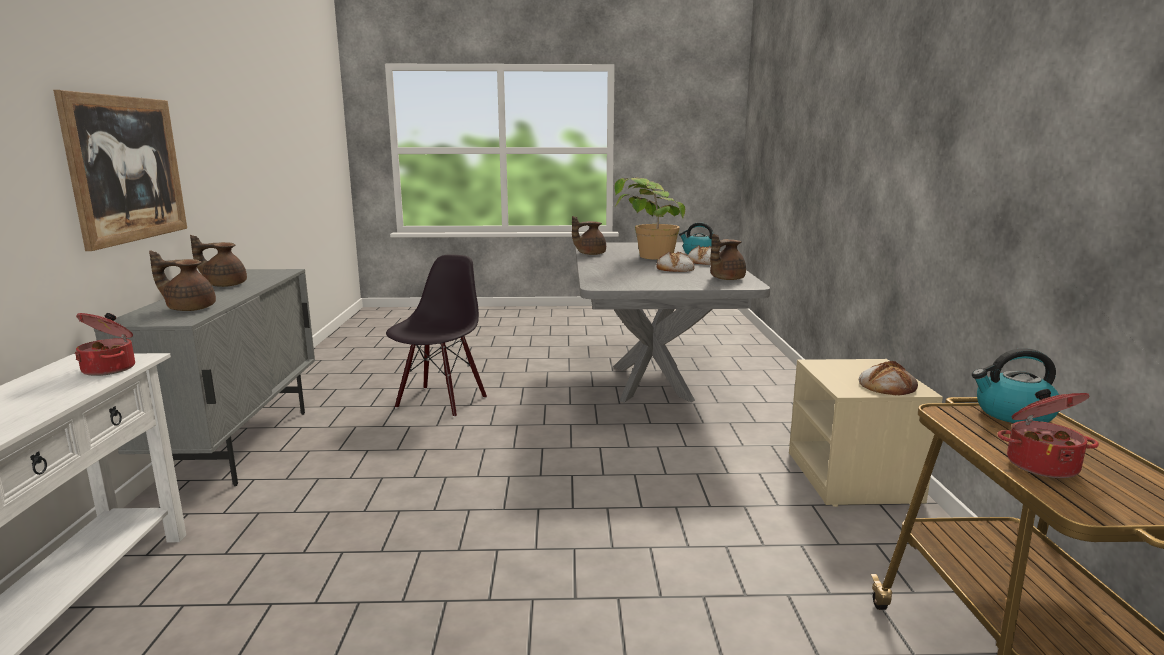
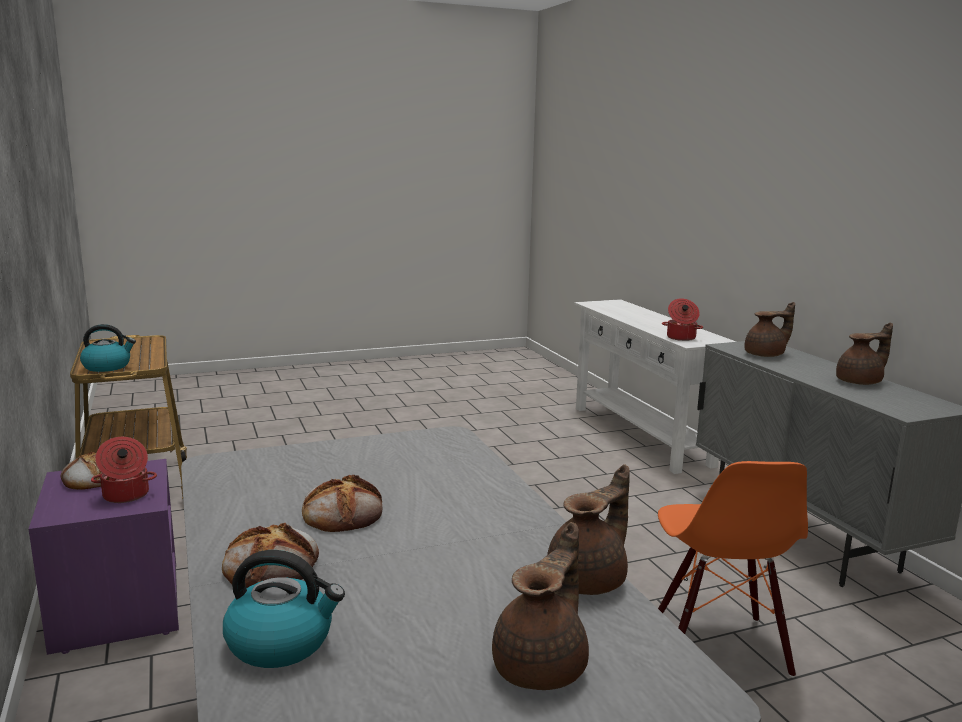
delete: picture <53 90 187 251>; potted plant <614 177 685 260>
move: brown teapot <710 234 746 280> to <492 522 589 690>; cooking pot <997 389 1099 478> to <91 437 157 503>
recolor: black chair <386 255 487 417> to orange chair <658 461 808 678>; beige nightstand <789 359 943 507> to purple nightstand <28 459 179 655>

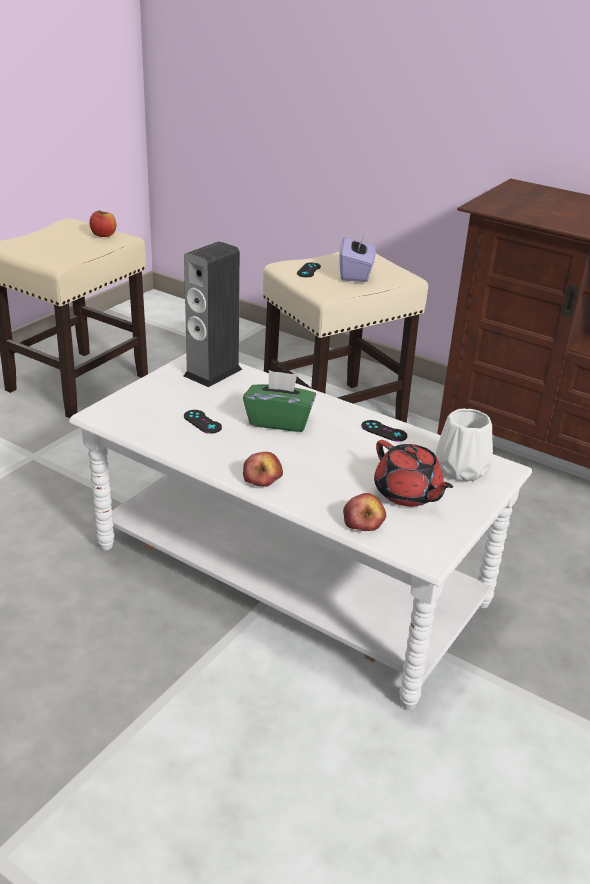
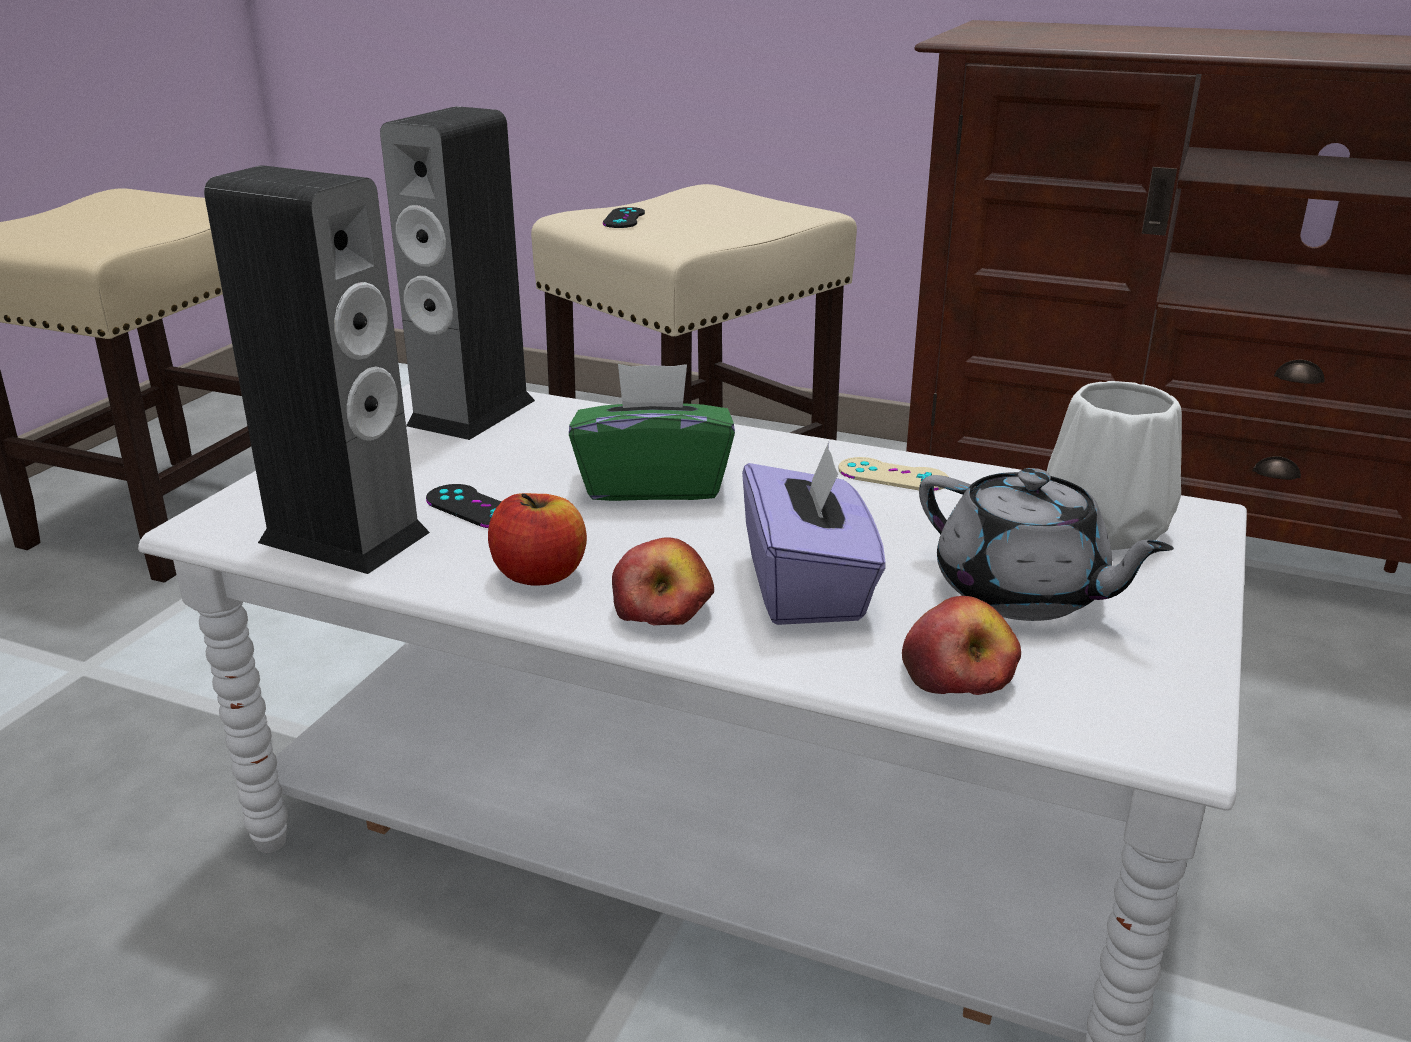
insert: speaker <204 165 430 574>
move: apple <89 210 116 237> to <488 493 587 586>; purple tissue box <340 232 376 282> to <742 442 886 625>
recolor: black game controller <362 420 407 442> to beige game controller <838 457 949 491>; red teapot <374 440 453 507> to grey teapot <919 468 1174 621>

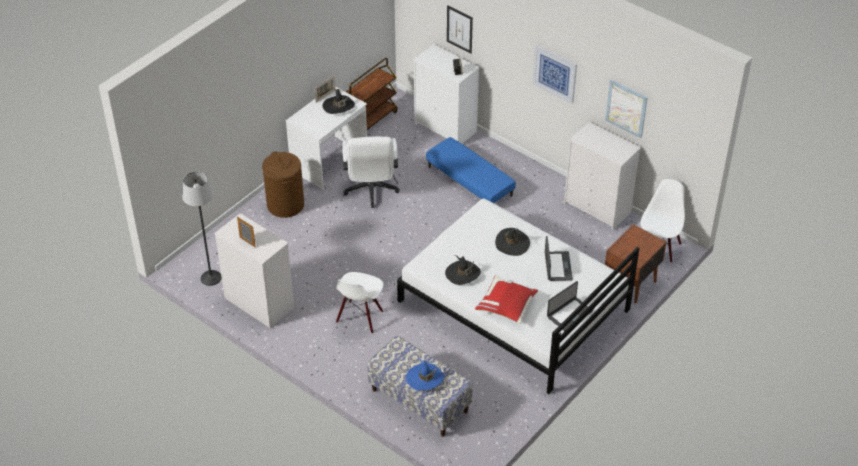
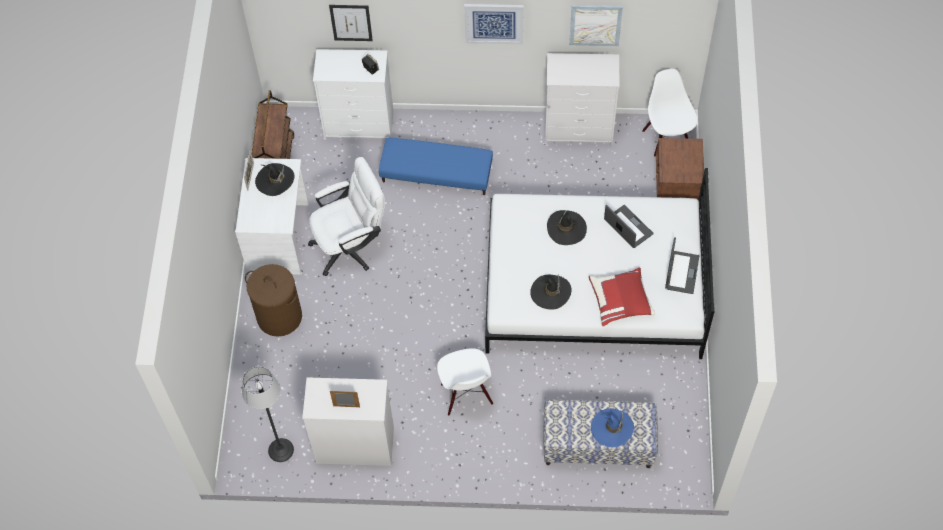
rotate: white office chair <342 137 400 208> = <308 157 385 276> 75 degrees counterclockwise

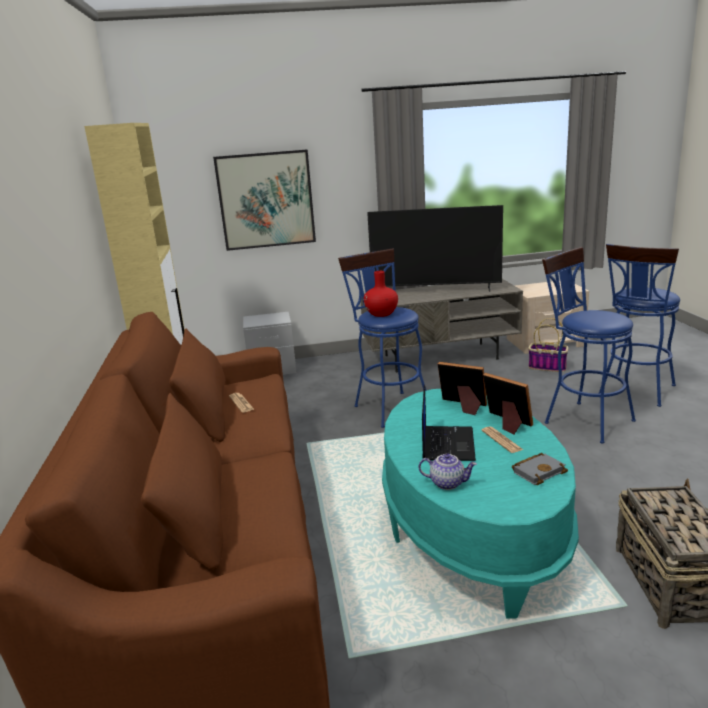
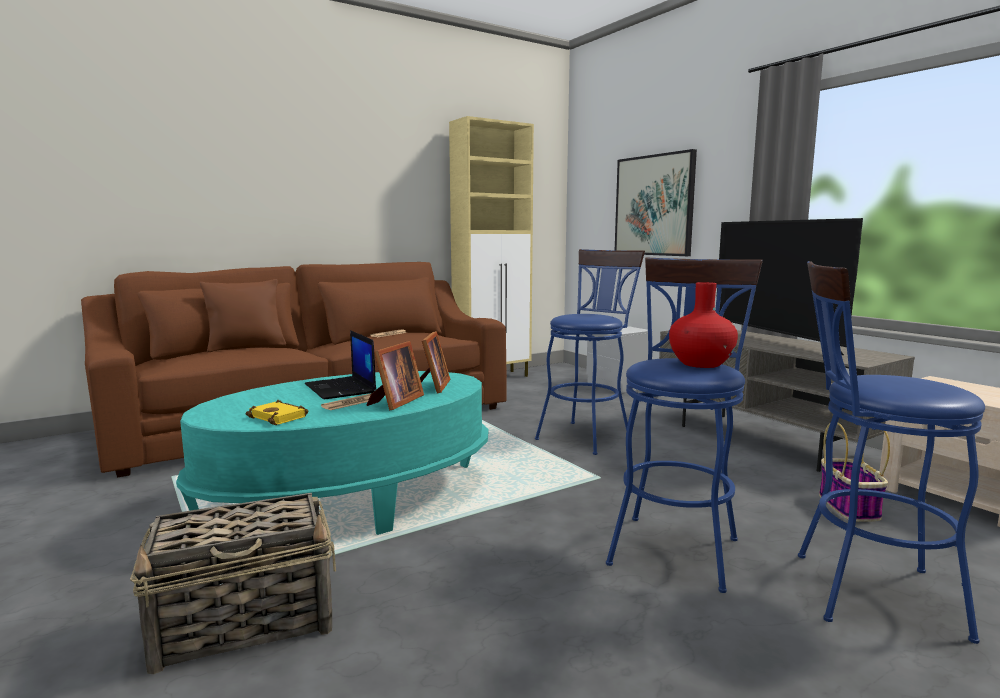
delete: teapot <419 453 477 490>
insert: brown pillow <200 279 286 352>
move: red vase <363 271 398 317> to <669 282 738 368>
recolor: grey book <512 453 568 485> to yellow book <246 400 308 425>
rotate: laptop <422 385 476 461> = <305 330 376 399> 75 degrees clockwise

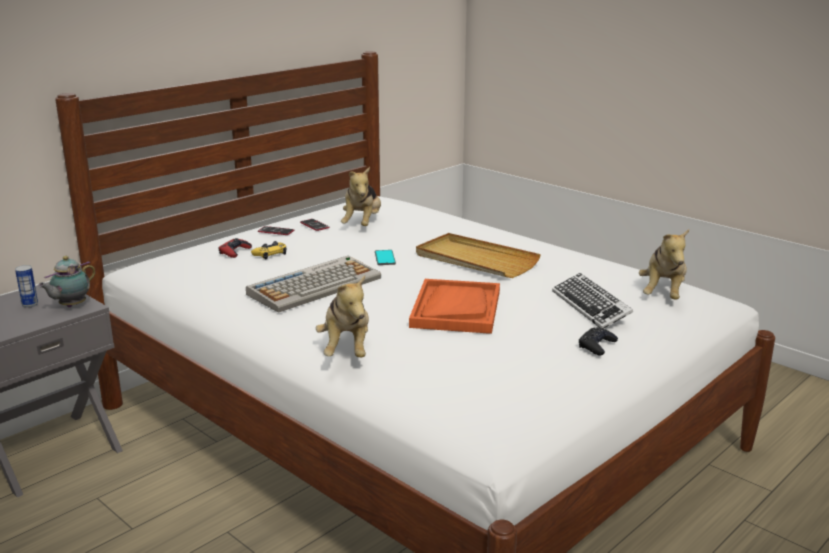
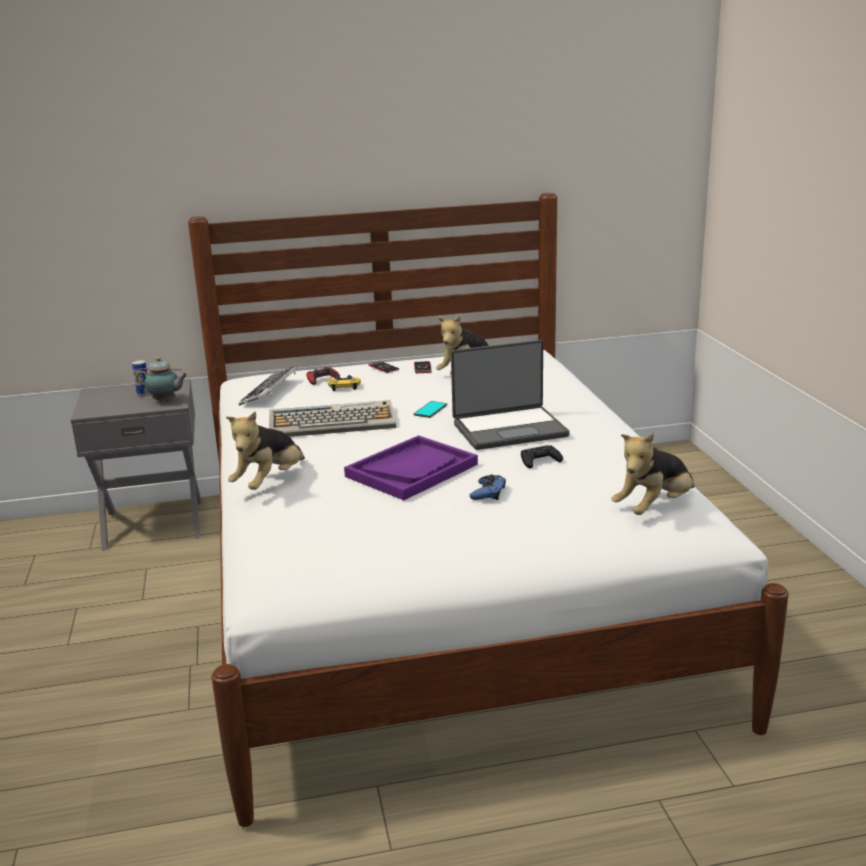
insert: blue game controller <470 474 506 500>
move: keyboard <552 273 633 329> to <239 366 297 406>; black game controller <579 327 618 356> to <521 445 563 468>
replace: beige tray <416 233 541 278> to laptop <451 340 570 450>
recolor: orange tray <409 279 500 334> to purple tray <344 435 478 500>
rotate: teapot <38 256 96 307> = <136 357 188 402> 150 degrees counterclockwise

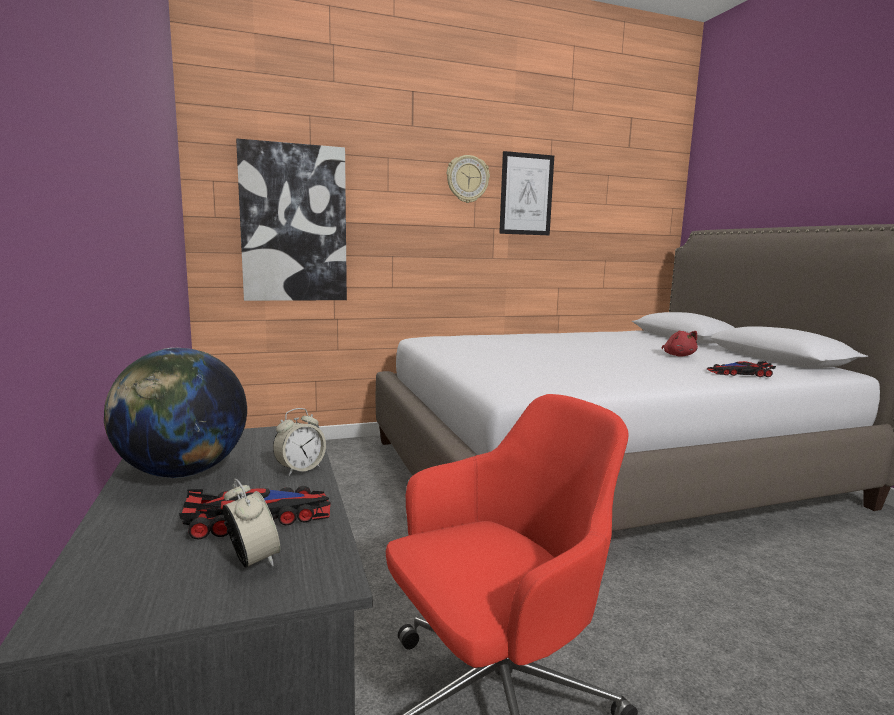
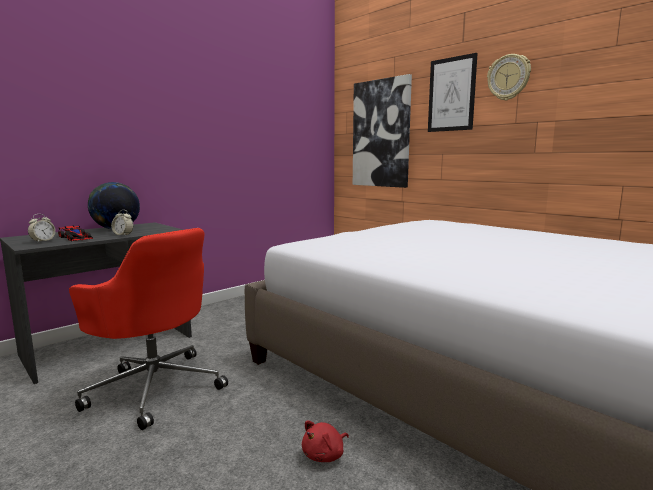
delete: toy car <707 361 776 377>
move: picture <499 151 554 235> to <428 53 478 132>; red plush toy <661 330 698 357> to <302 421 349 462>

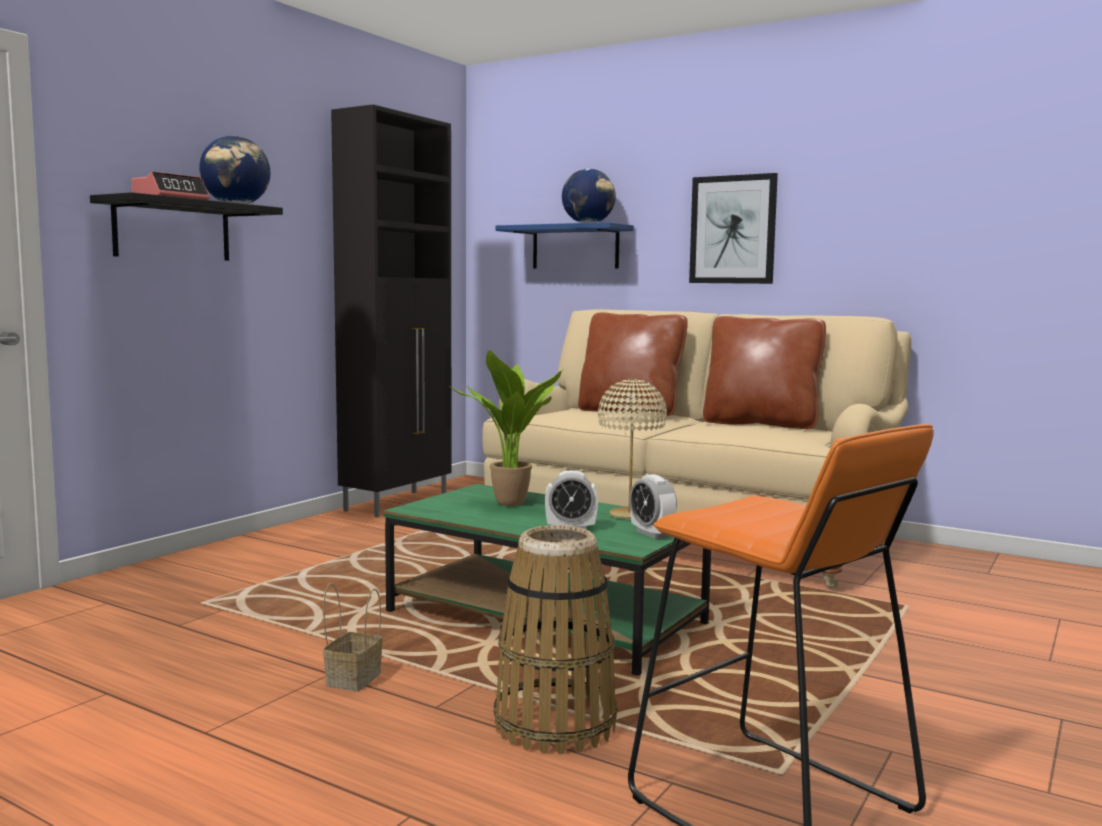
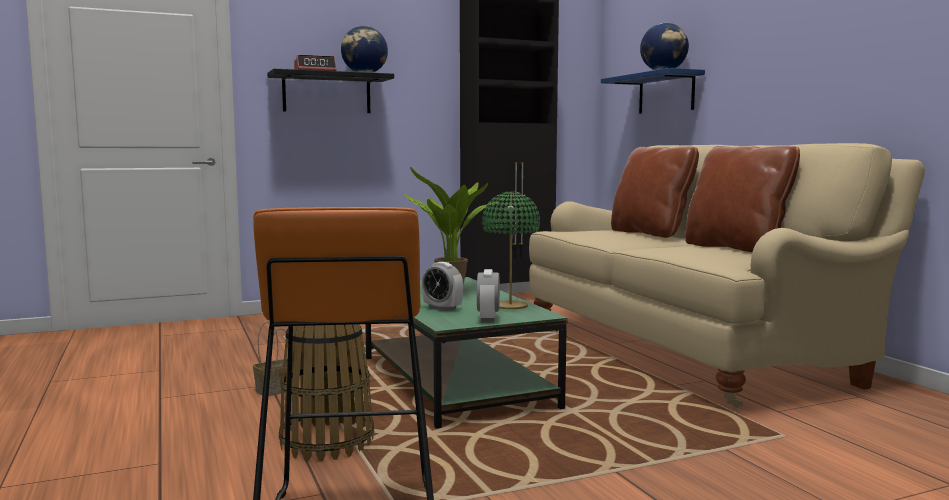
delete: picture <689 173 778 284>
recolor: beige table lamp <598 379 667 519> to green table lamp <482 192 540 309>

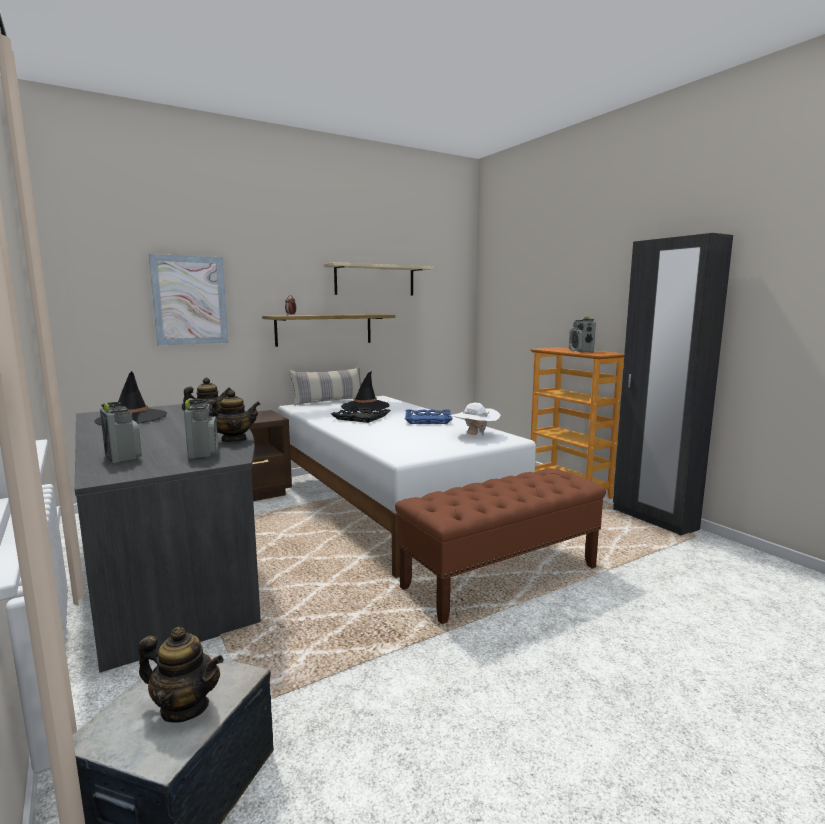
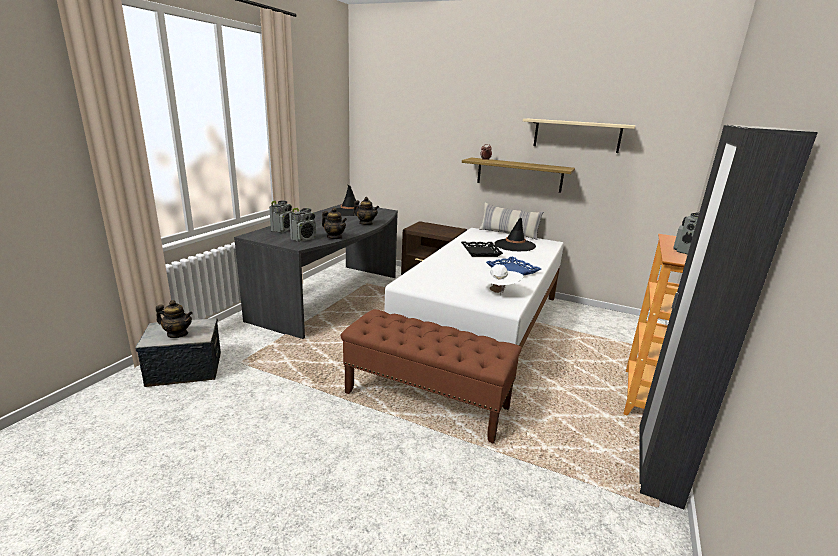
delete: picture <149 254 229 345>
rotate: teapot <138 627 224 723> = <156 300 193 338> 60 degrees counterclockwise

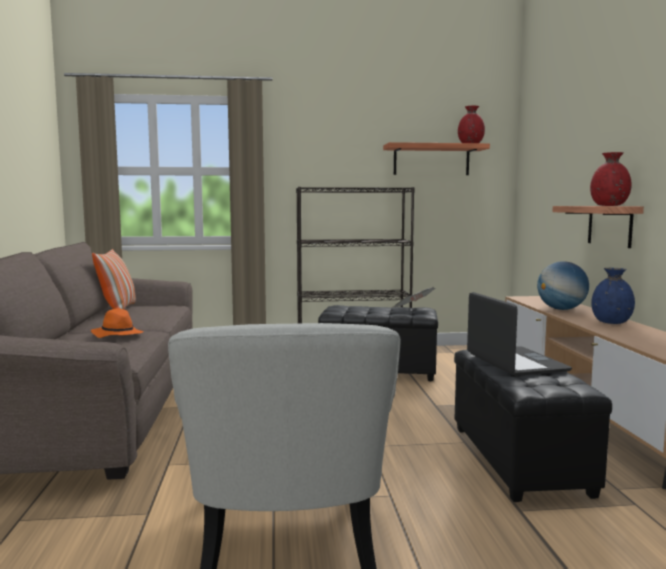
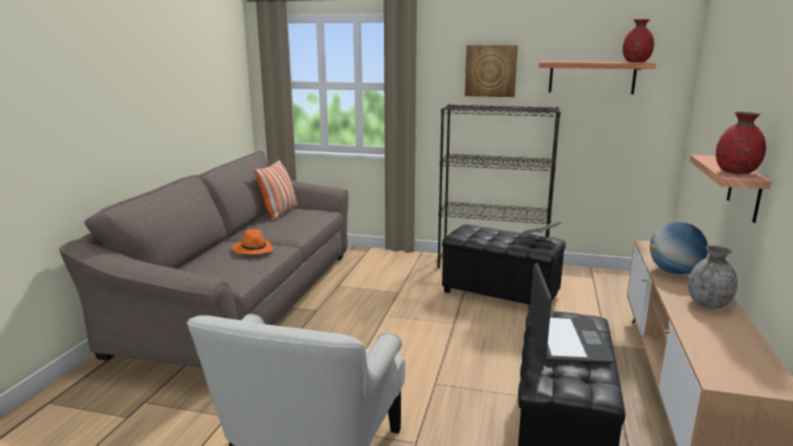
insert: picture <465 45 518 97>
recolor: blue vase <591 268 635 324> to grey vase <688 245 737 308>

